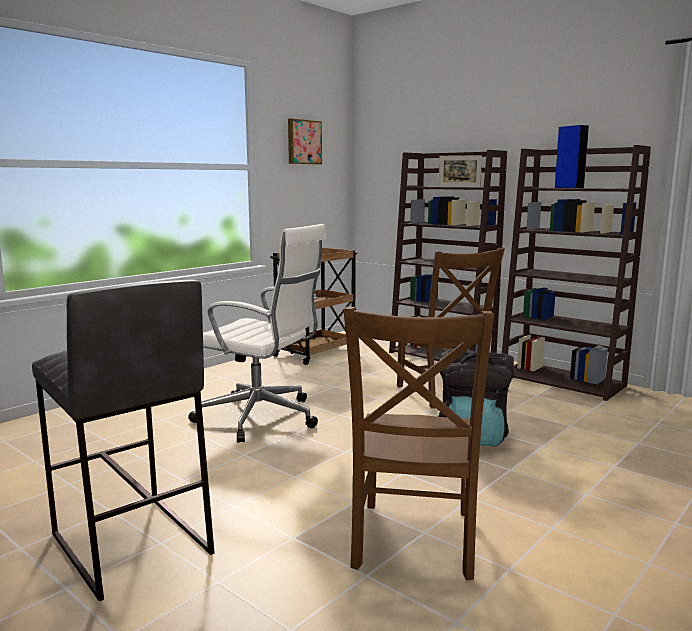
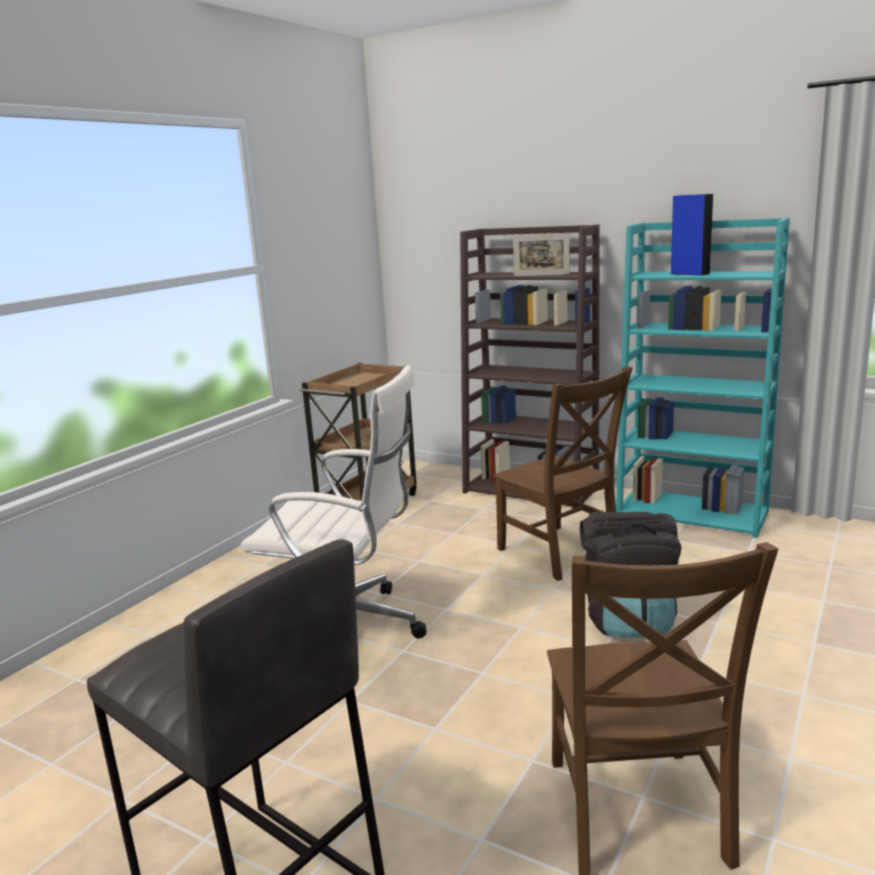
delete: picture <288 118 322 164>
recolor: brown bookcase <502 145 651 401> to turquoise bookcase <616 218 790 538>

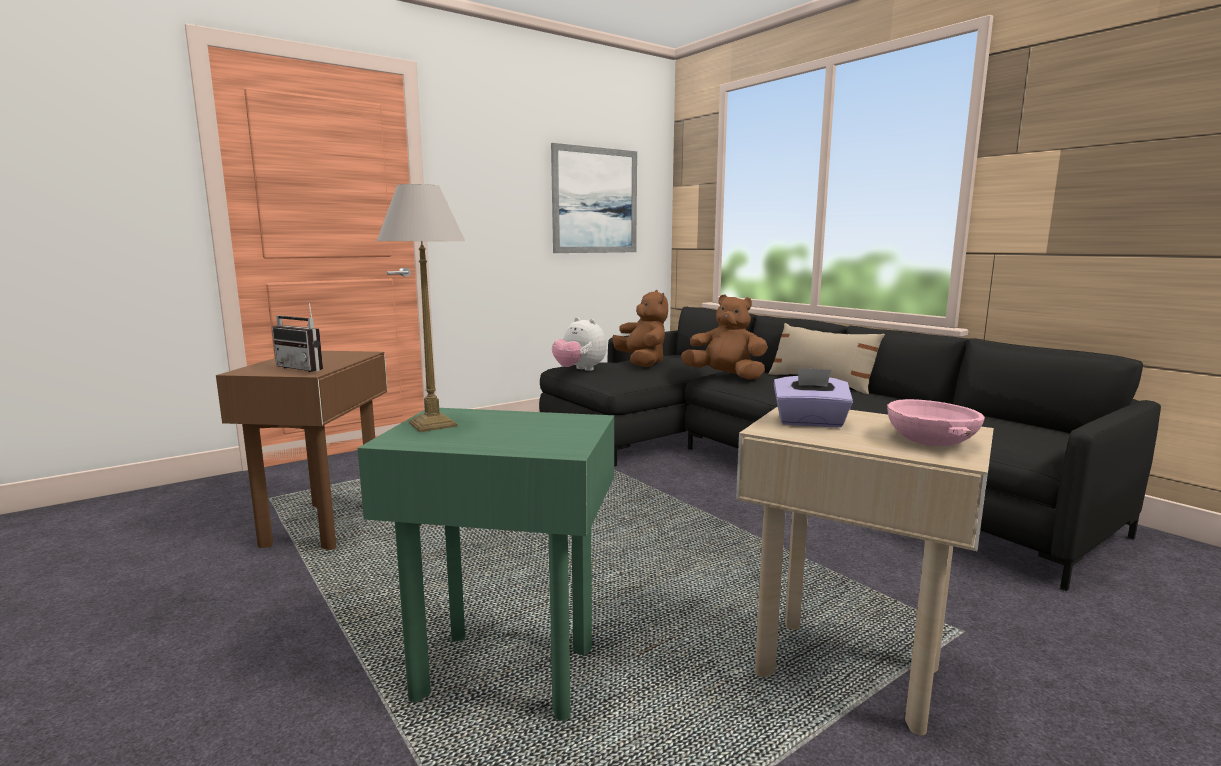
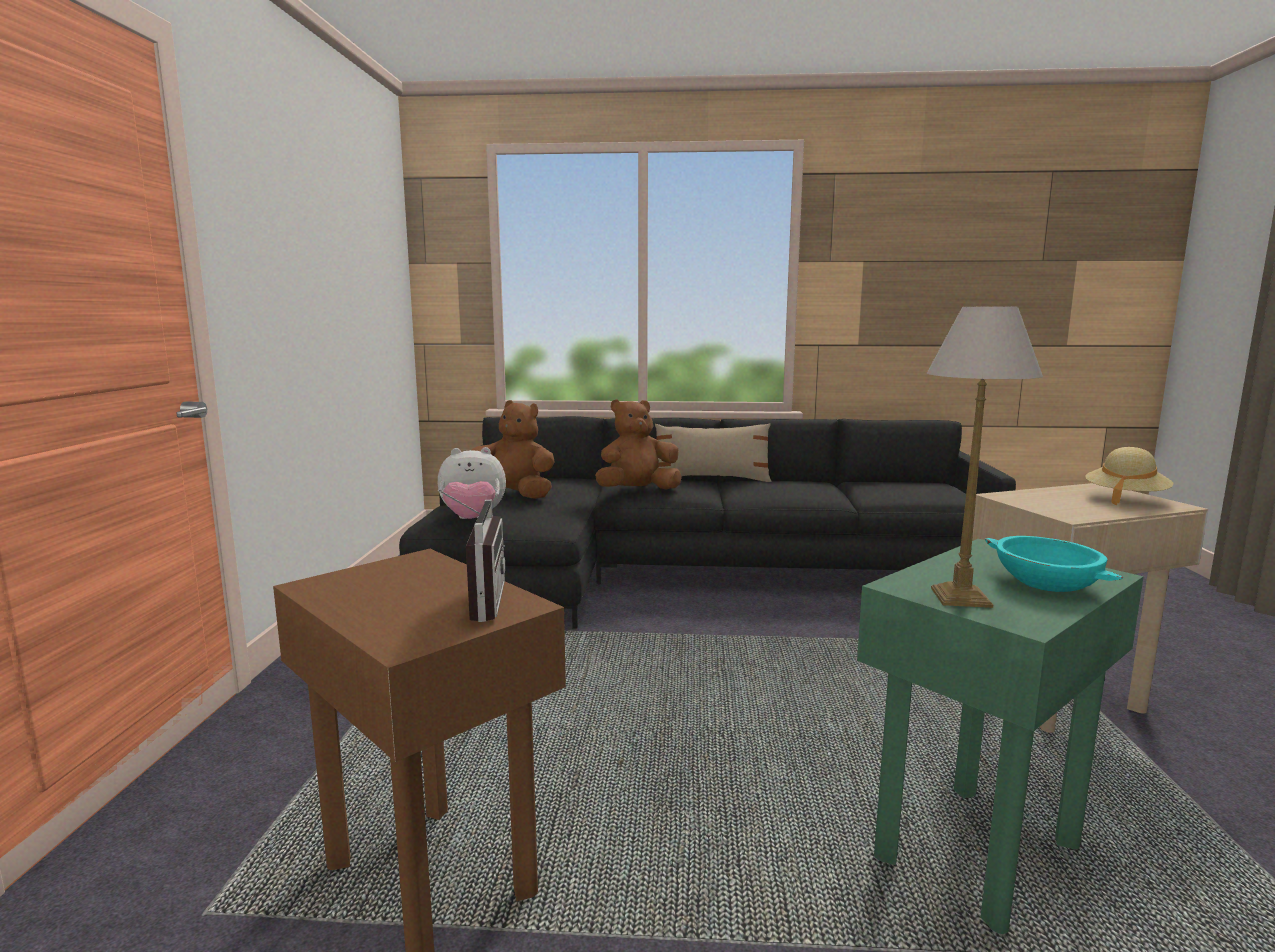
delete: picture <551 143 637 253>; purple tissue box <774 368 853 427>
insert: turquoise bowl <985 536 1123 592>
replace: pink bowl <887 399 985 446> to beige hat <1085 447 1173 505>
rotate: radio <272 302 323 372> = <438 489 505 622> 75 degrees counterclockwise

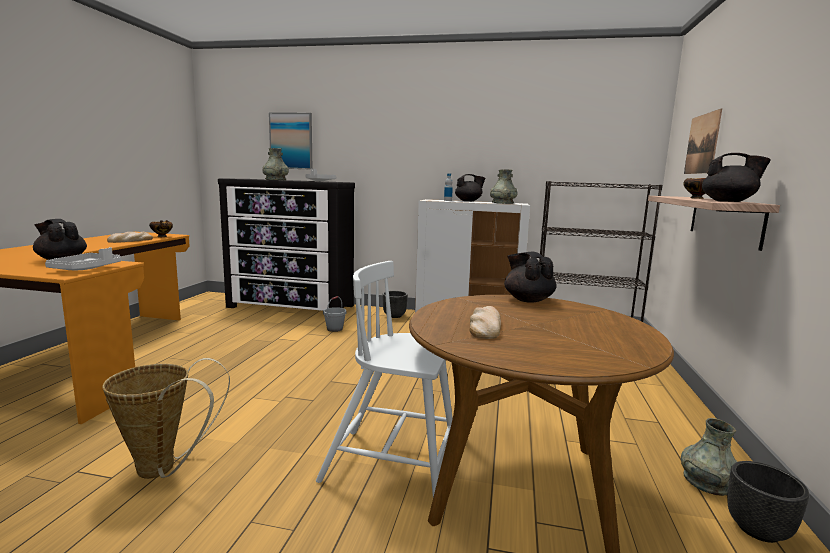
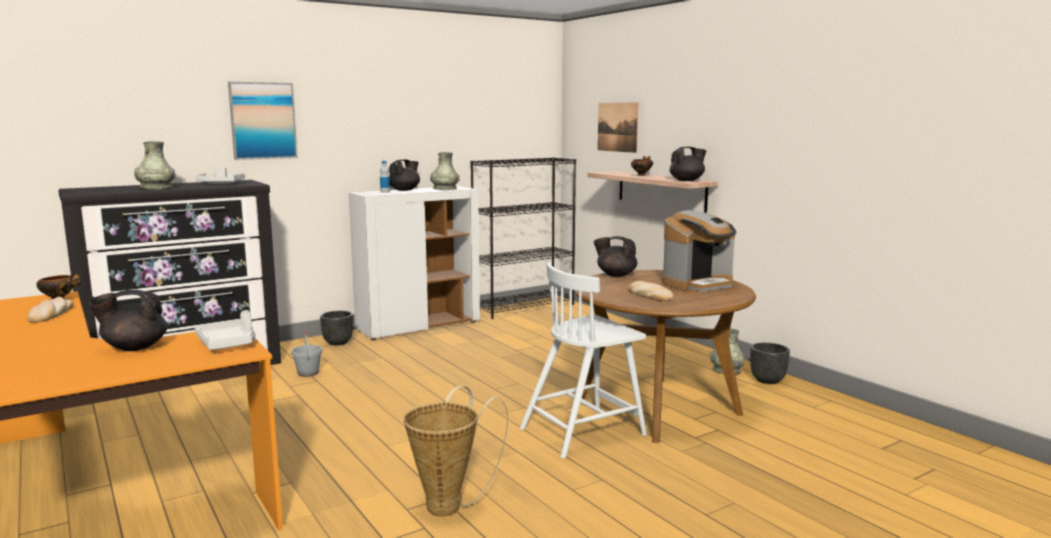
insert: coffee machine <662 210 736 292>
move: picture <269 112 312 170> to <228 82 298 160>

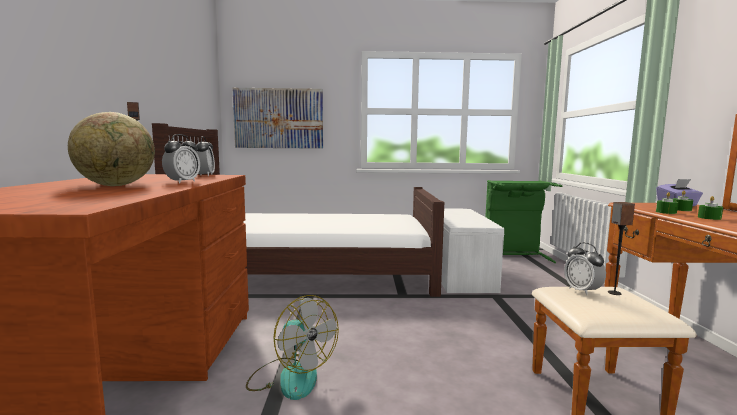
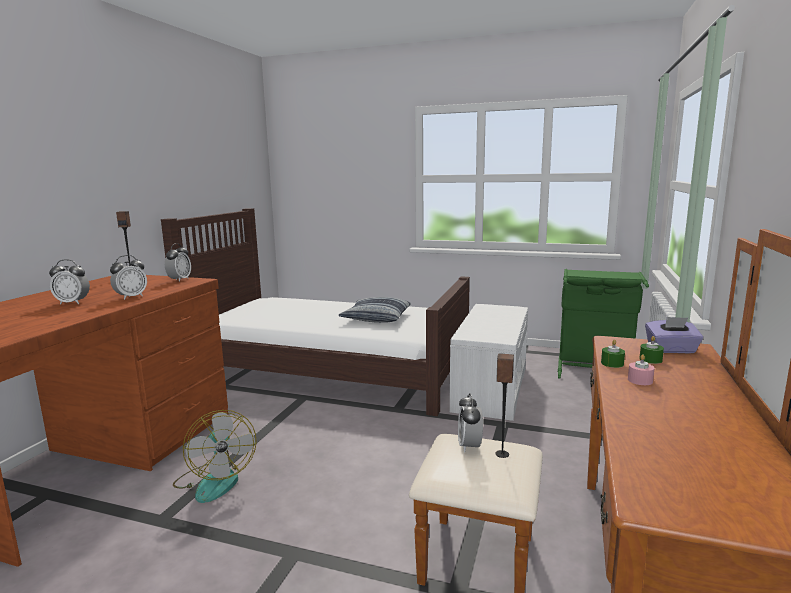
delete: picture <233 88 323 149>
insert: pillow <338 297 411 323>
replace: globe <68 112 155 186> to alarm clock <49 259 90 304>
recolor: green candle <698 196 723 220> to pink candle <628 354 655 385>

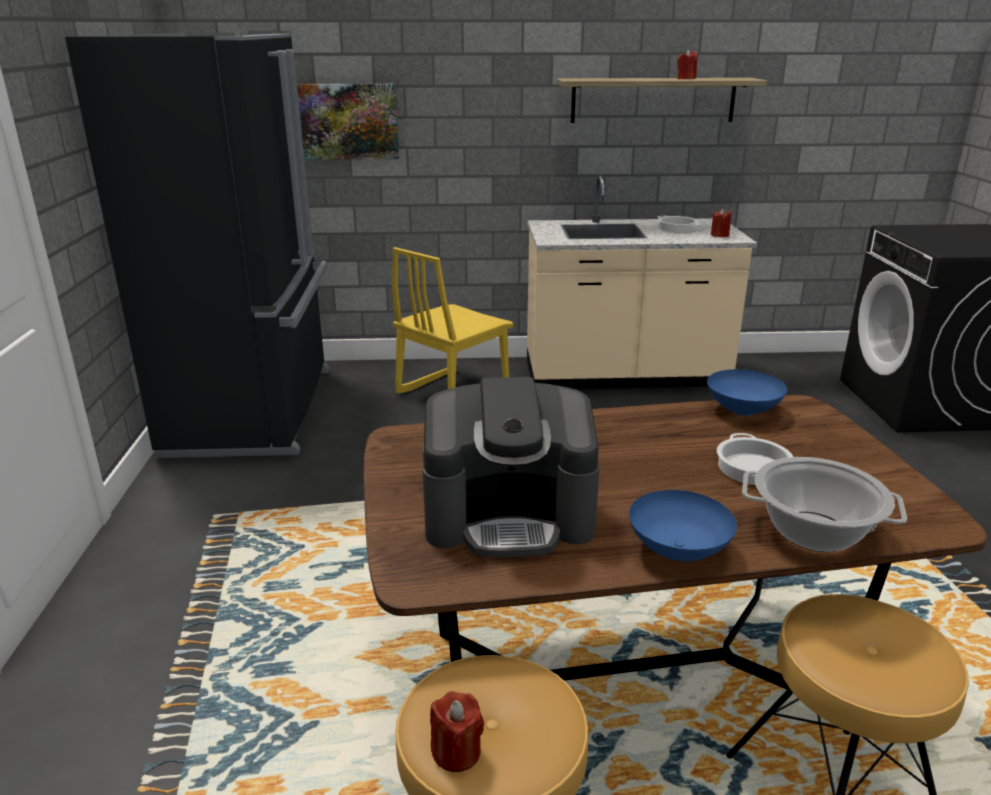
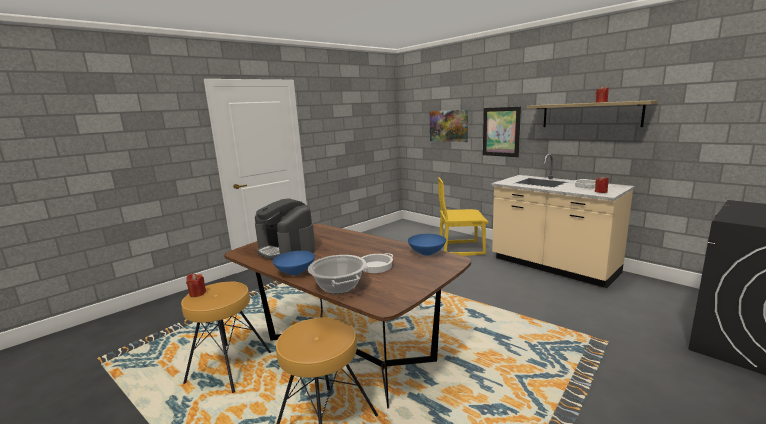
delete: black fridge <65 31 329 458>
insert: picture <483 106 521 157>

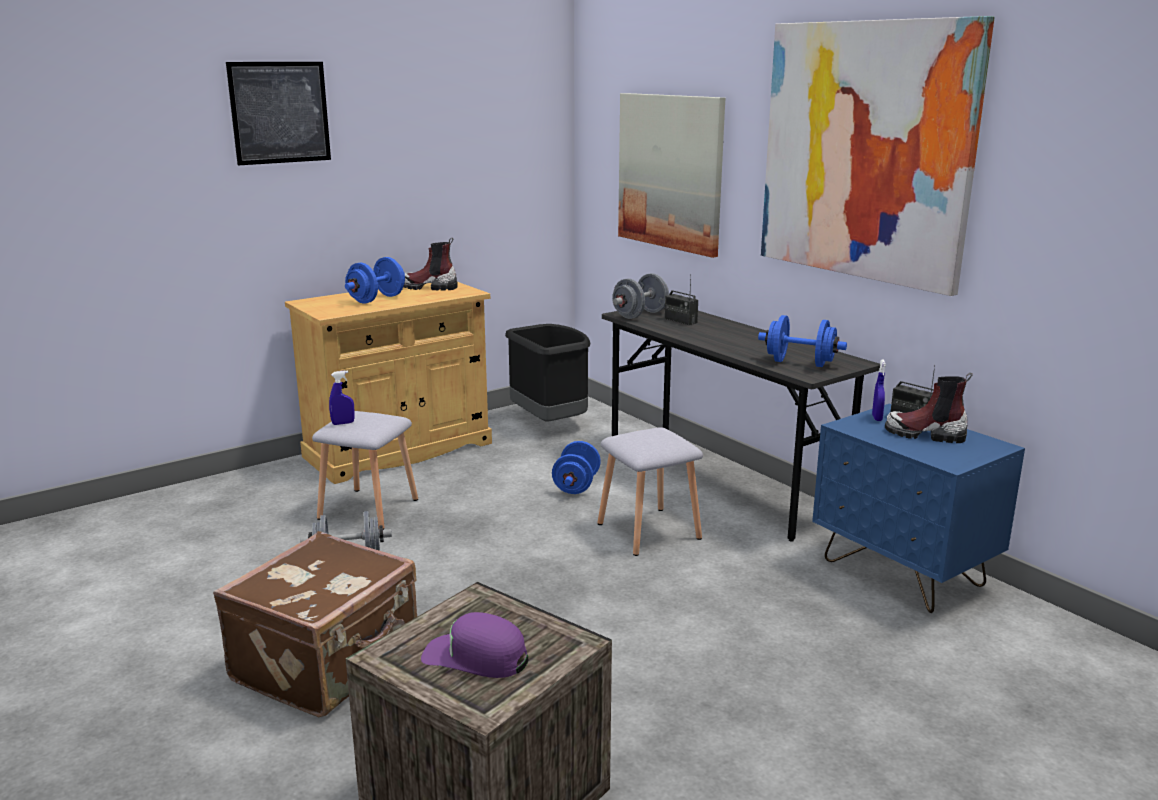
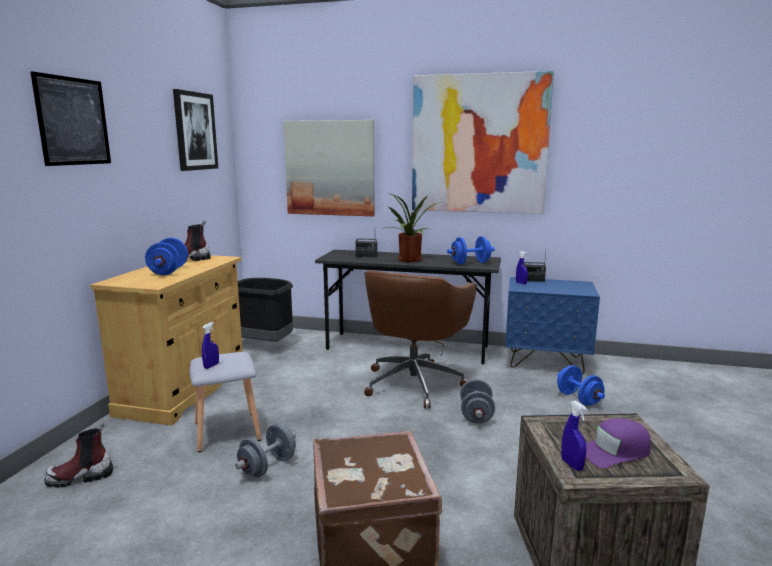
insert: picture <173 89 218 171>; potted plant <382 193 443 262>; blue spray bottle <561 401 587 471>
move: blue dumbbell <552 441 601 494> to <557 365 605 406>; grey dumbbell <612 273 669 319> to <460 379 495 424>; boot <885 373 973 443> to <44 424 113 488>
replace: grey stool <597 427 703 556> to brown office chair <364 270 476 409>

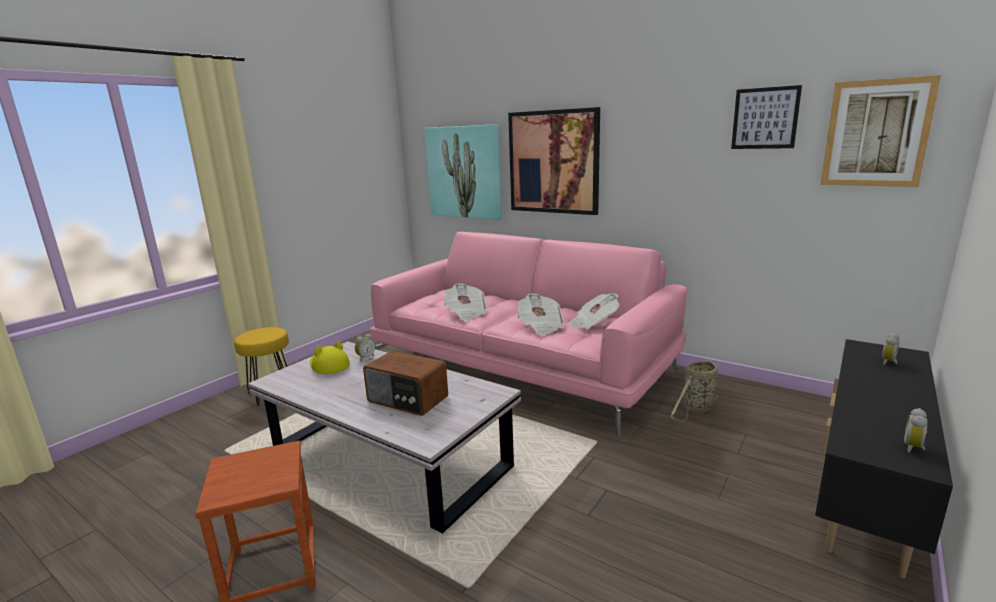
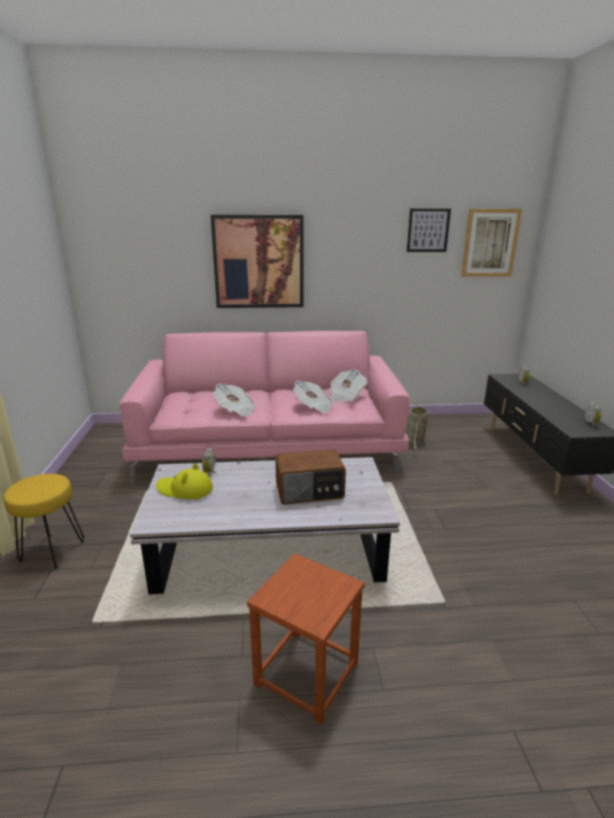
delete: picture <424 124 502 220>

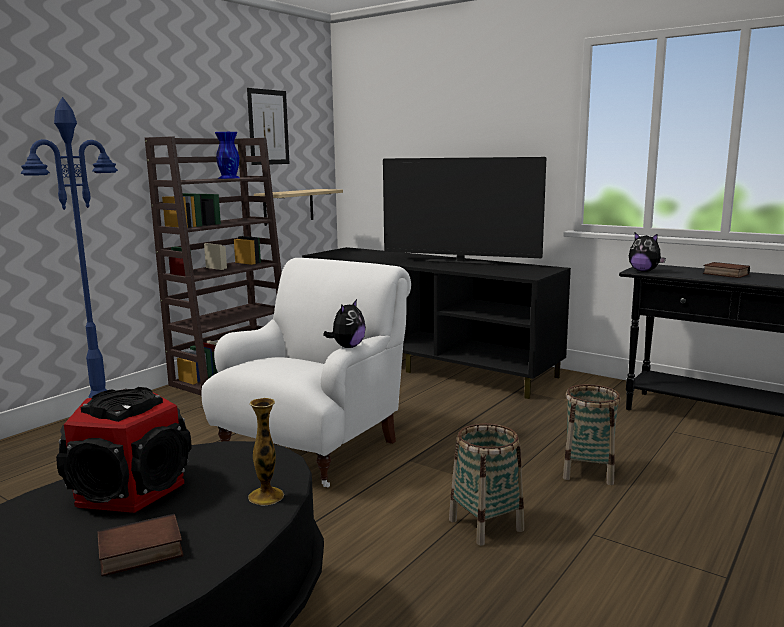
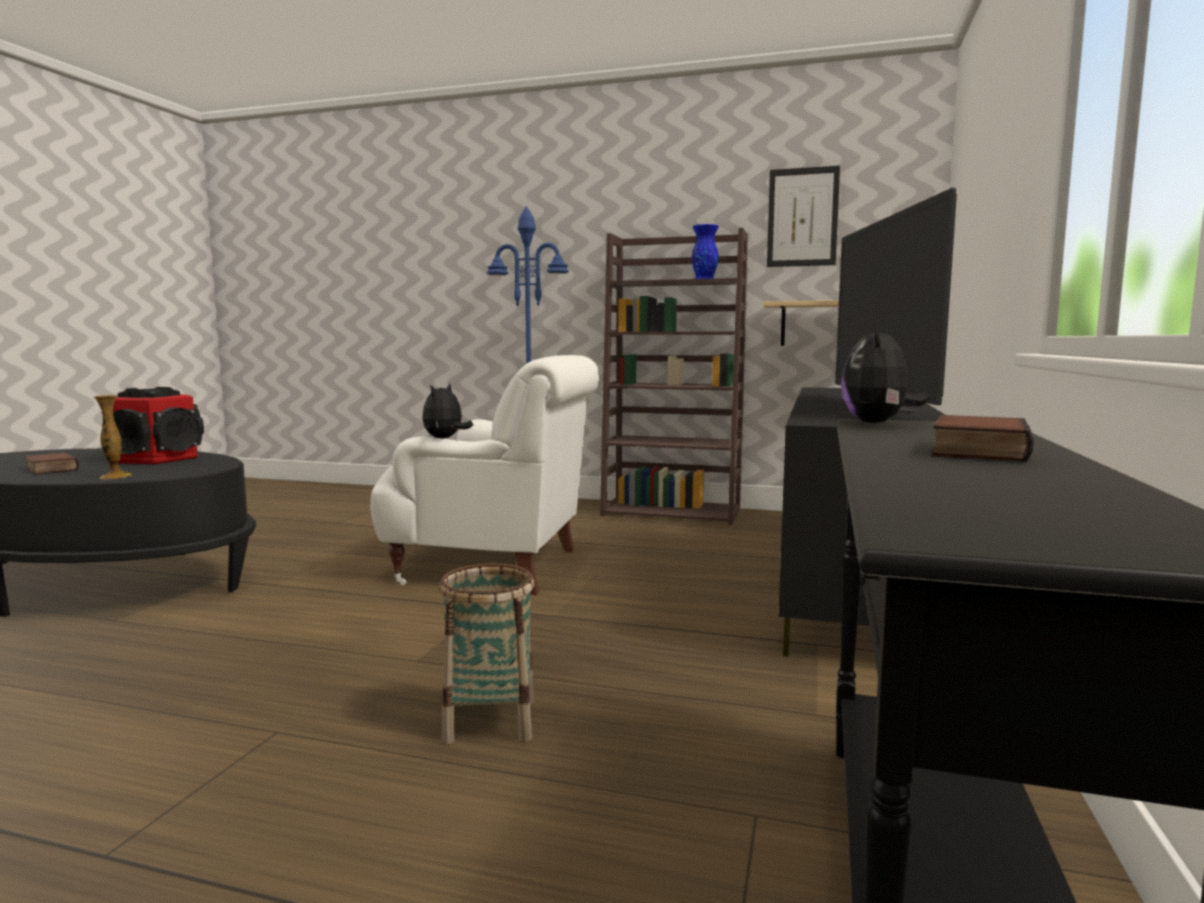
delete: basket <449 423 524 546>
rotate: plush toy <323 299 366 348> = <422 383 473 438> 105 degrees clockwise

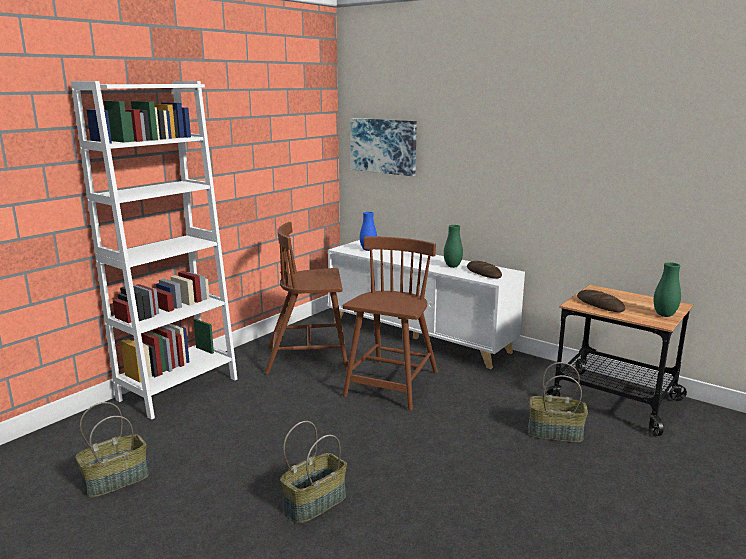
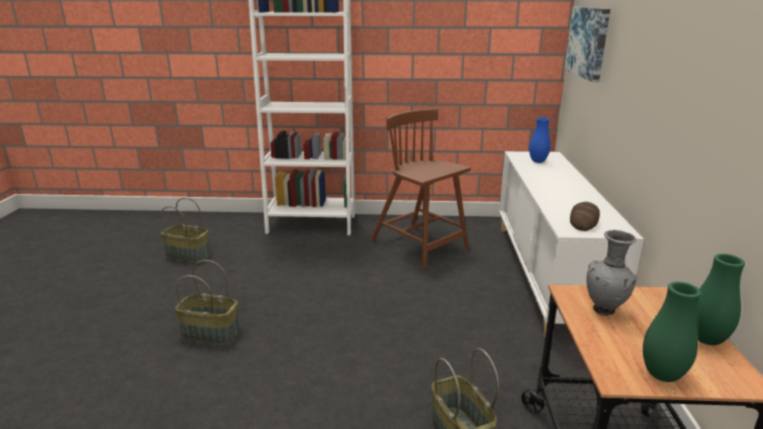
delete: brown chair <343 236 438 411>
move: green vase <444 225 463 268> to <696 254 745 345>
replace: bread <577 290 625 312> to grey vase <586 230 638 316>

